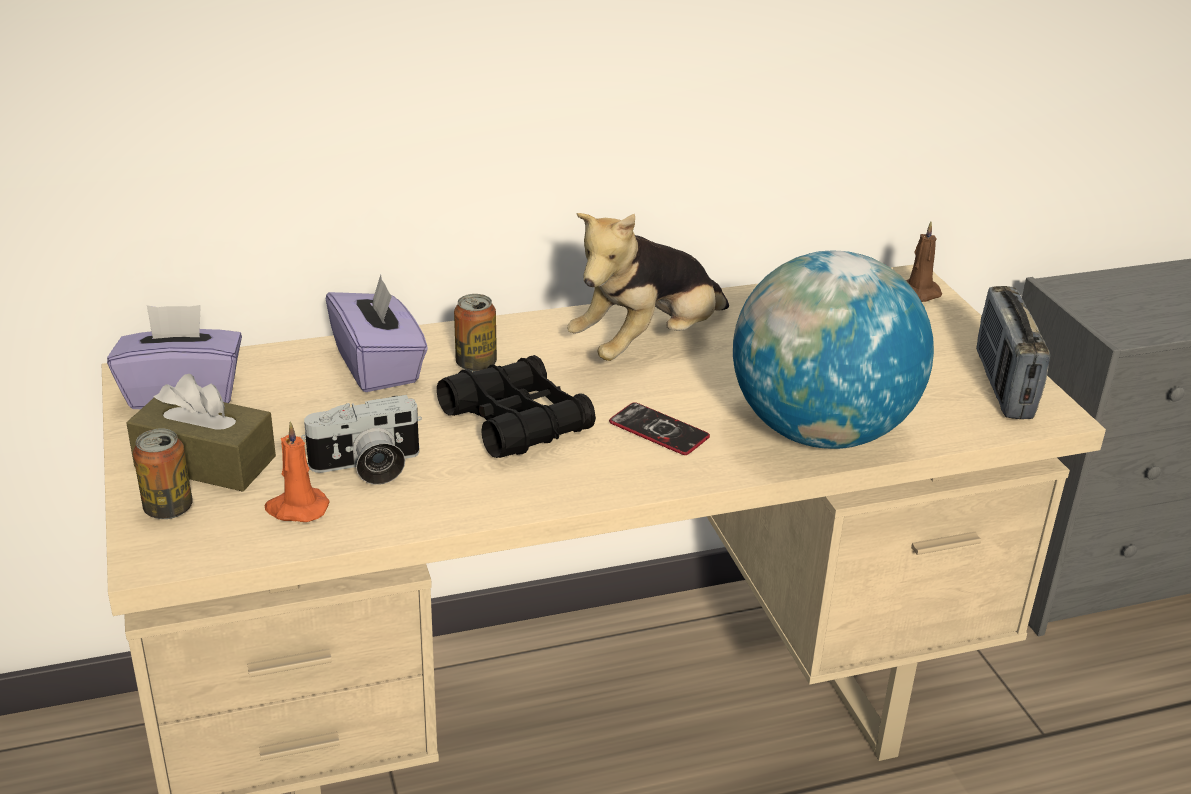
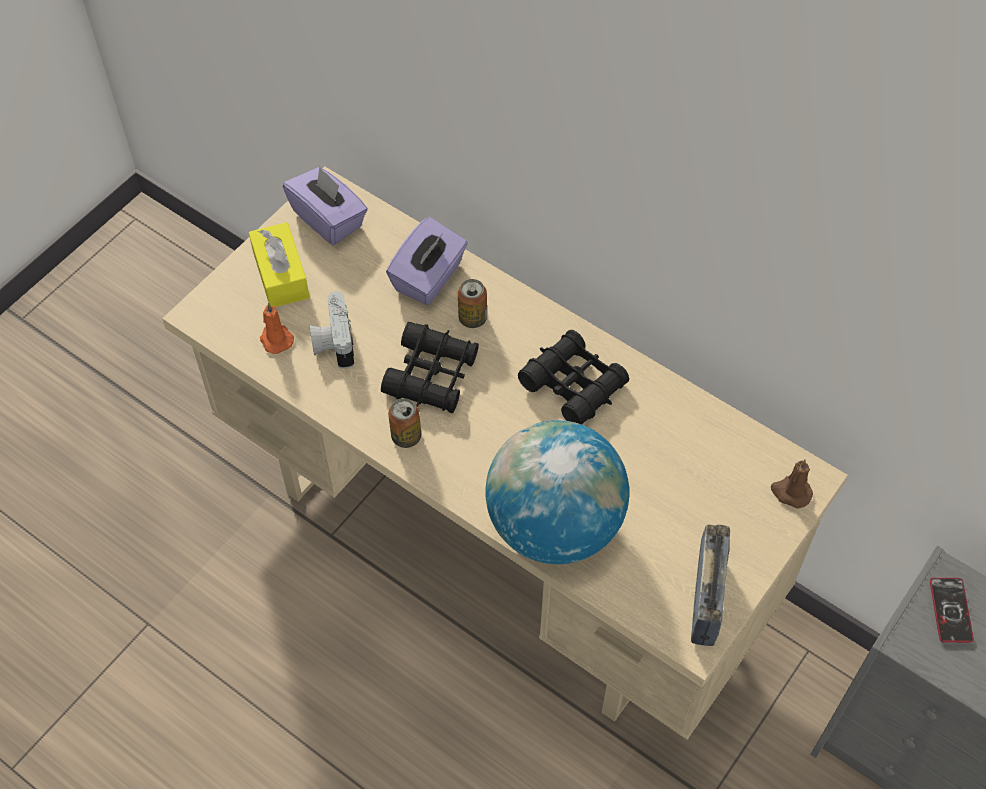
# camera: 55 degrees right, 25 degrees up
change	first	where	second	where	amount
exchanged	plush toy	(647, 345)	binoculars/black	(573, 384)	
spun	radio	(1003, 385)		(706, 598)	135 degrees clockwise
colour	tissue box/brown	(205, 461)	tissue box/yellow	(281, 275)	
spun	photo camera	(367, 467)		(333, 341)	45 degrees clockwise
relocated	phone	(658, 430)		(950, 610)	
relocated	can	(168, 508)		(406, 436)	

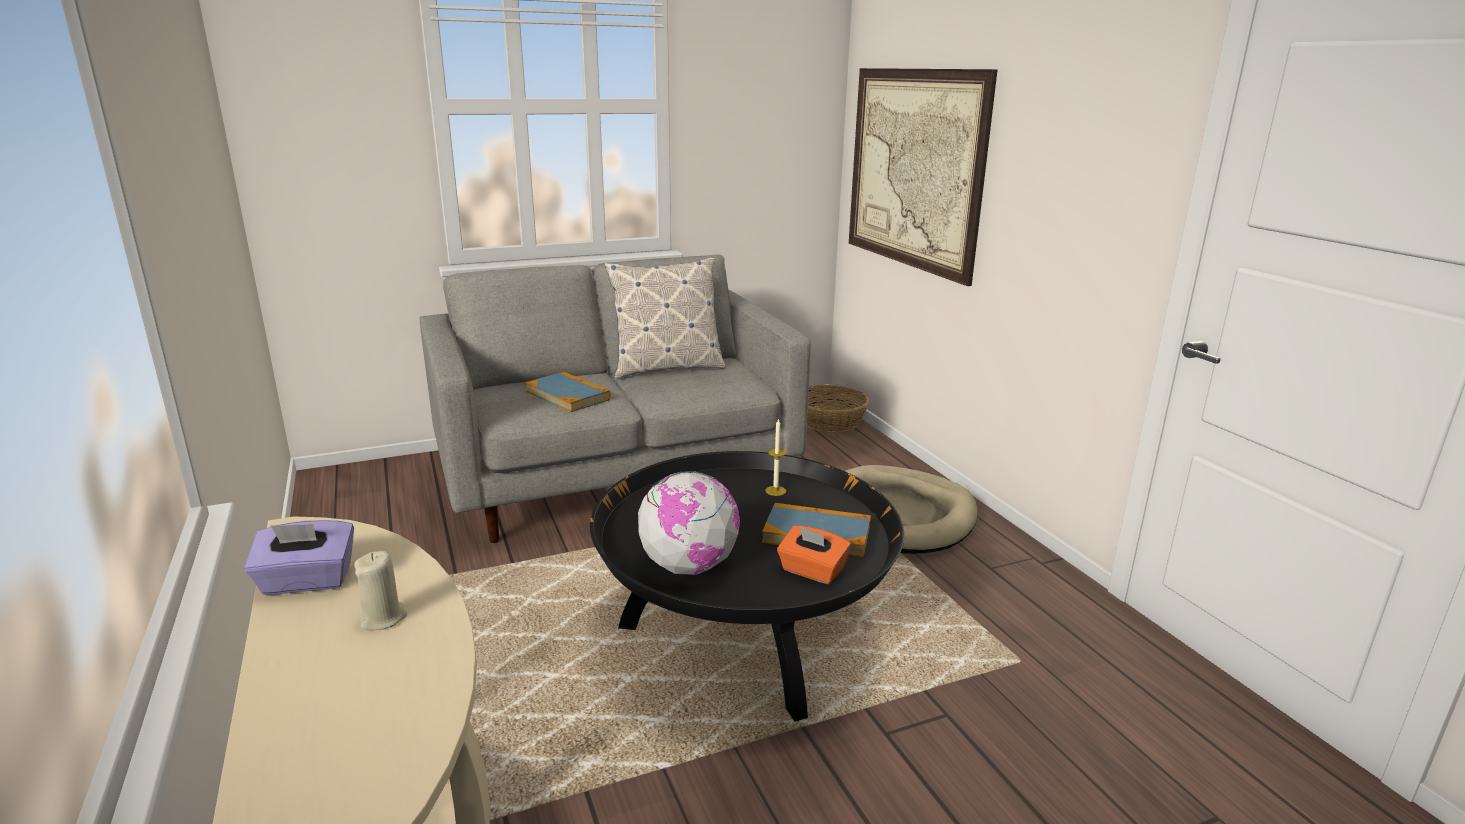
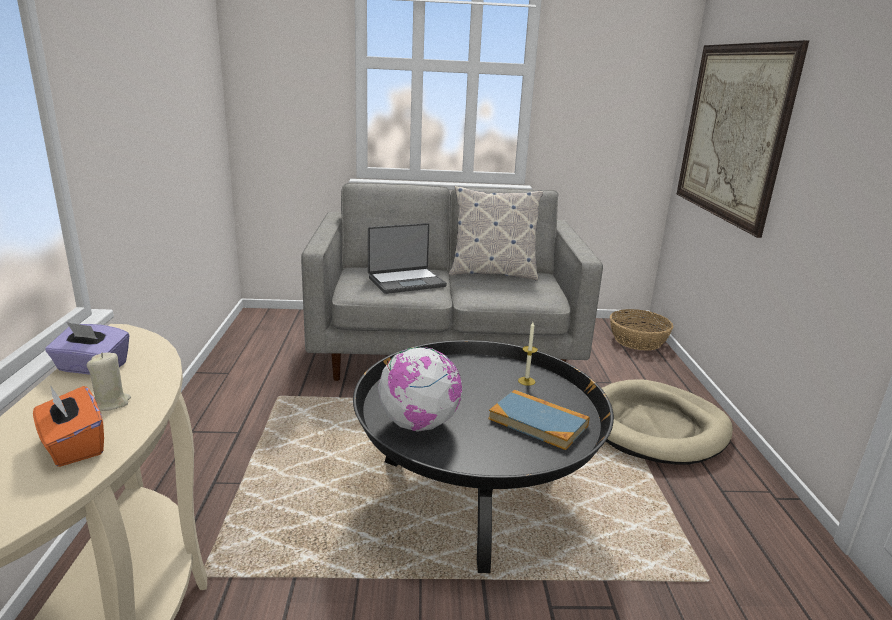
# camera: 20 degrees right, 0 degrees up
change	first	where	second	where	amount
exchanged	book	(568, 395)	laptop	(406, 281)	
relocated	tissue box/orange	(812, 571)		(73, 446)	

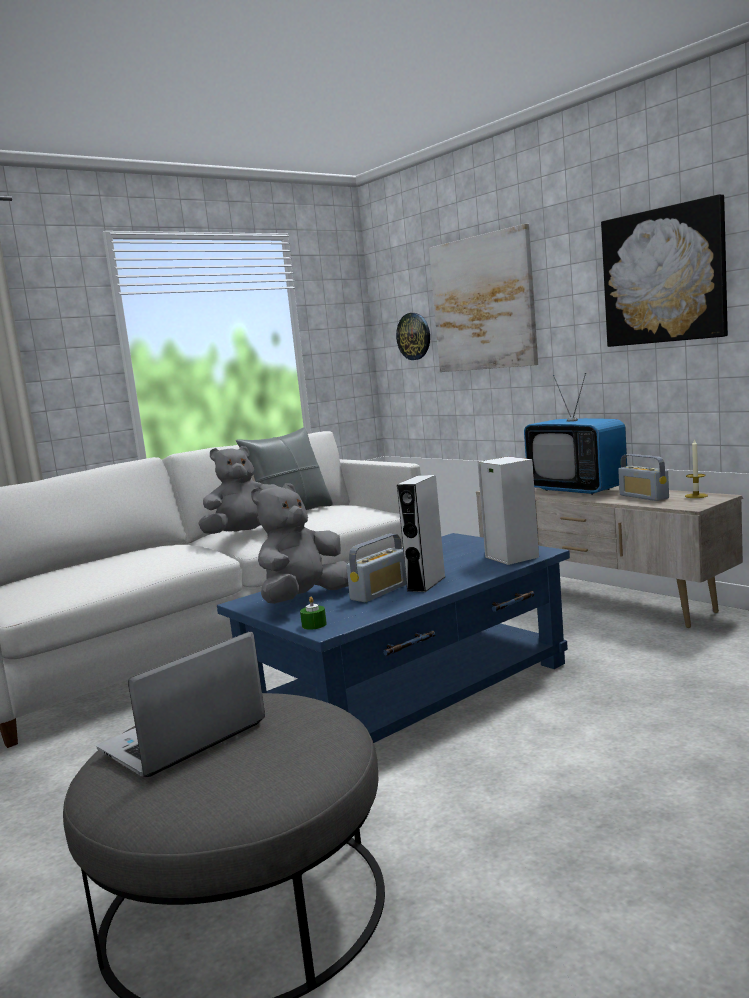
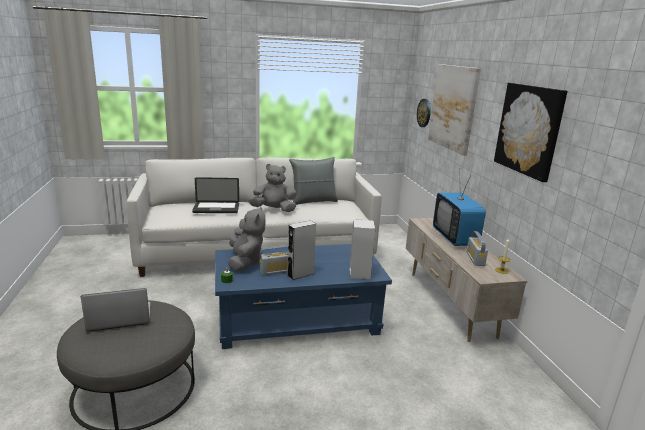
# camera: 25 degrees right, 10 degrees up
change	first	where	second	where	amount
spun	plush toy/grey	(304, 599)		(245, 262)	105 degrees clockwise
appeared			laptop	(216, 208)	

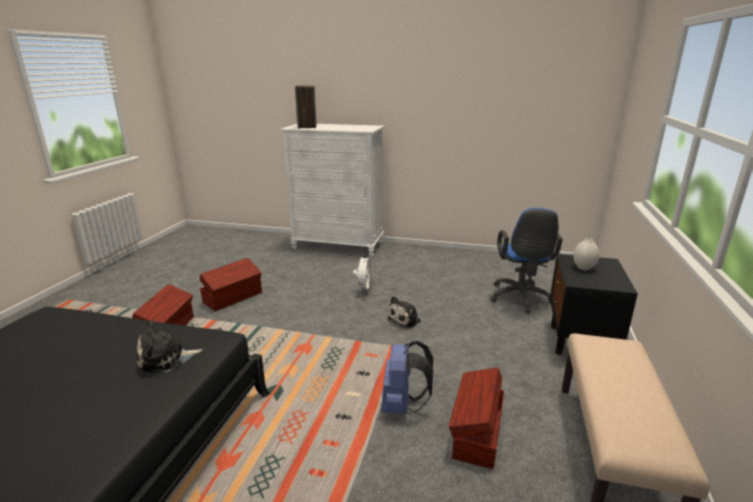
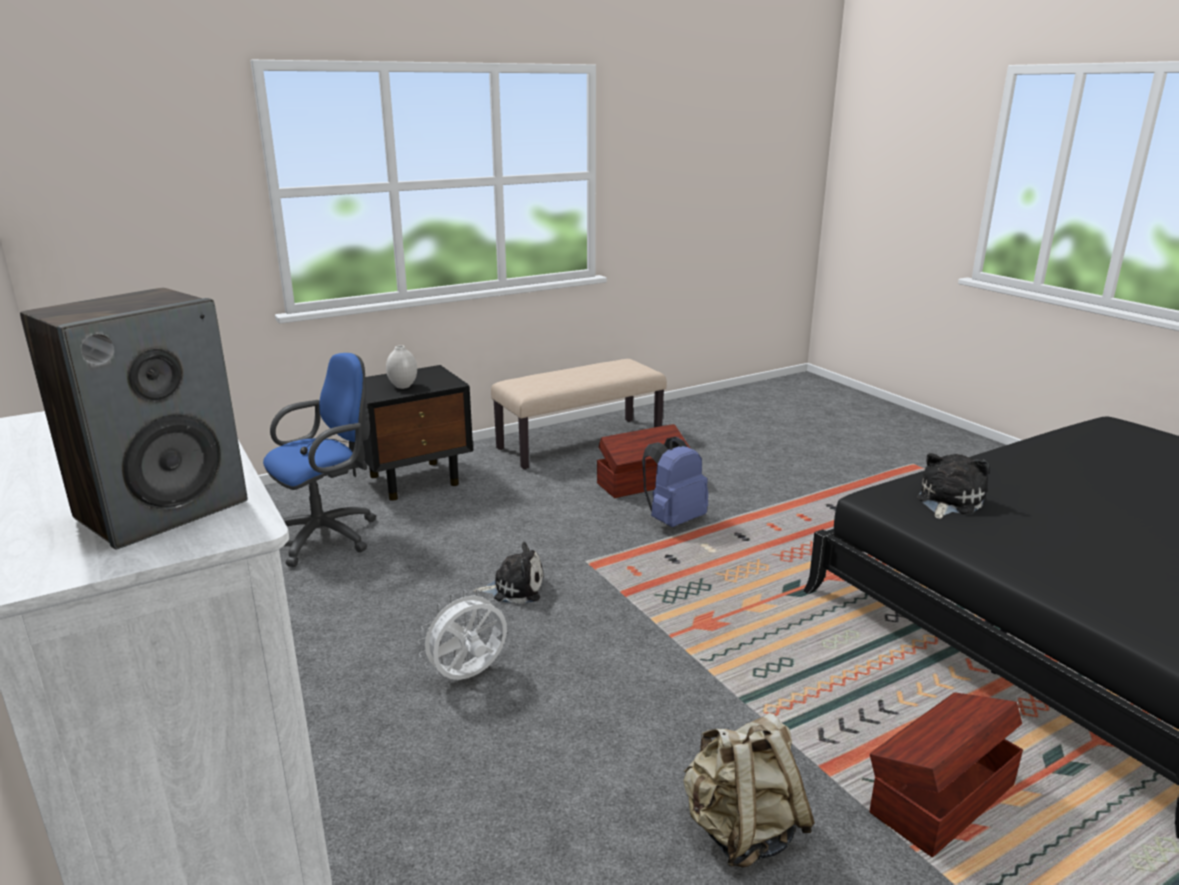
# camera: 135 degrees left, 0 degrees up
change	first	where	second	where	amount
exchanged	storage box/brown	(234, 297)	backpack/beige	(741, 831)	
spun	plush toy	(166, 359)		(947, 501)	75 degrees counterclockwise

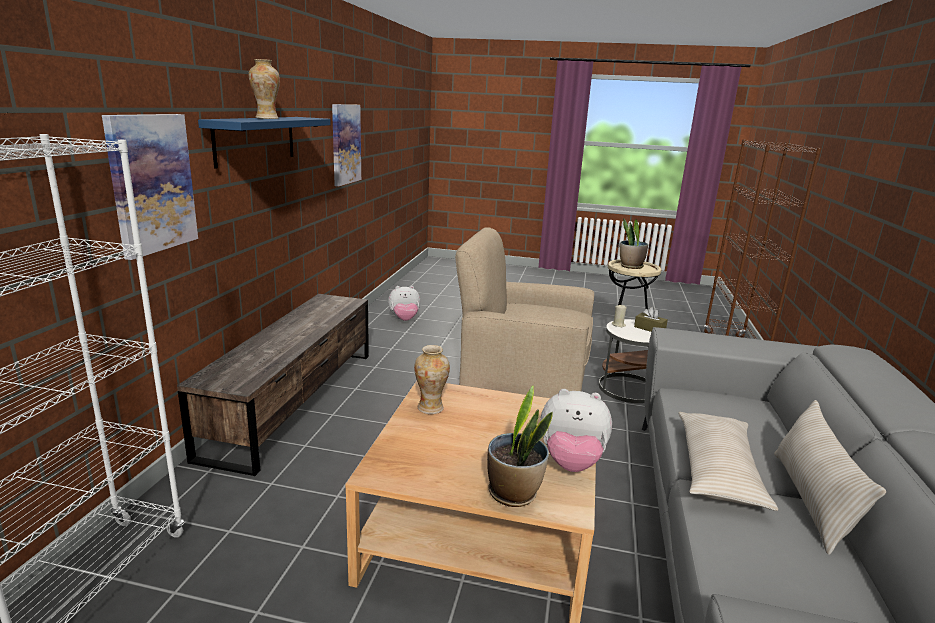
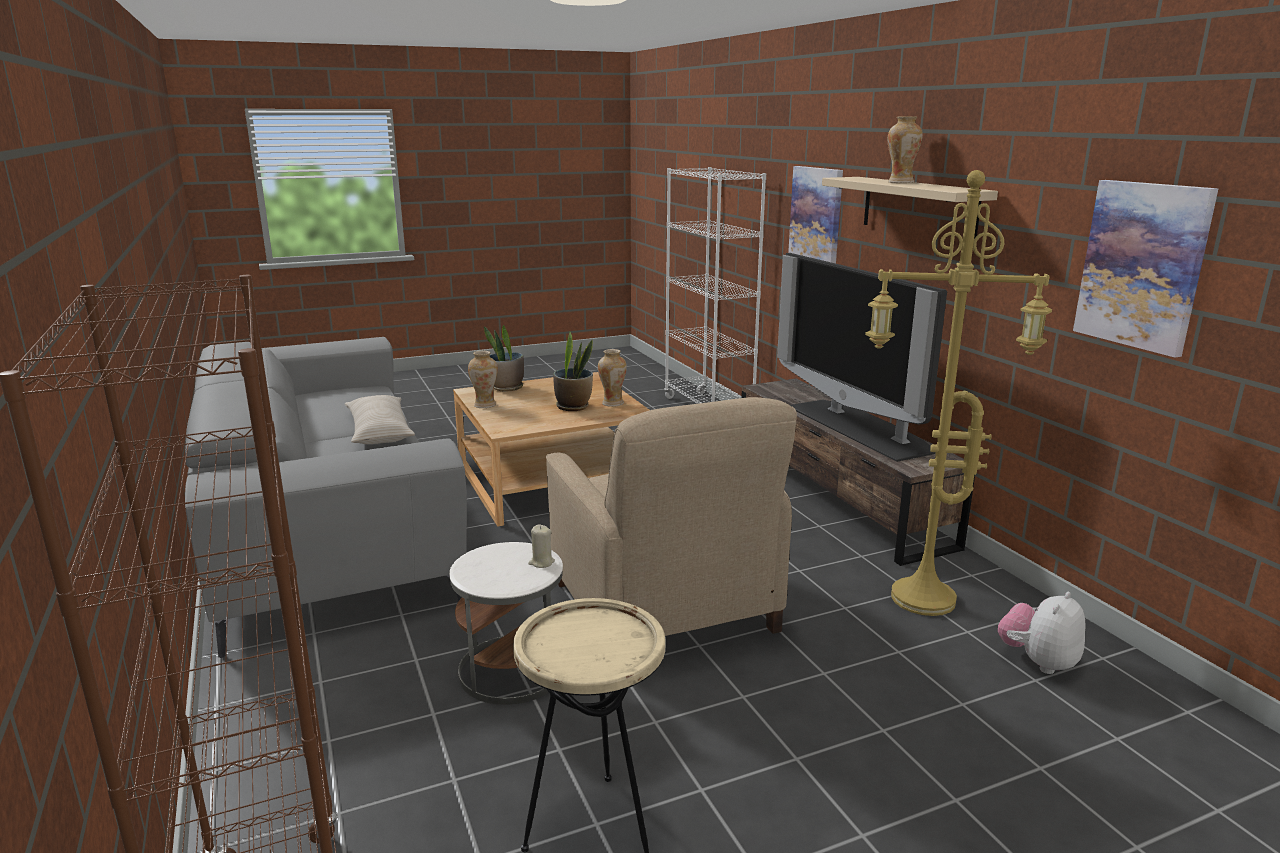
# camera: 145 degrees right, 0 degrees up
change	first	where	second	where	amount
colour	shelf/blue	(255, 140)	shelf/beige	(918, 208)	
relocated	potted plant	(630, 266)		(573, 406)	
spun	armchair/beige	(522, 385)		(664, 607)	90 degrees clockwise
missing	tissue box/brown	(649, 328)			
exchanged	plush toy	(571, 462)	vase	(485, 405)	
missing	pillow/beige	(811, 500)			
appeared			floor lamp/yellow	(920, 601)	
appeared			television	(859, 428)	

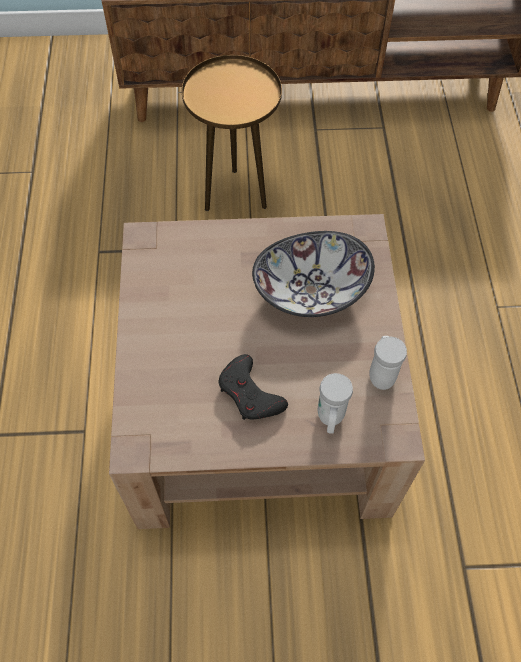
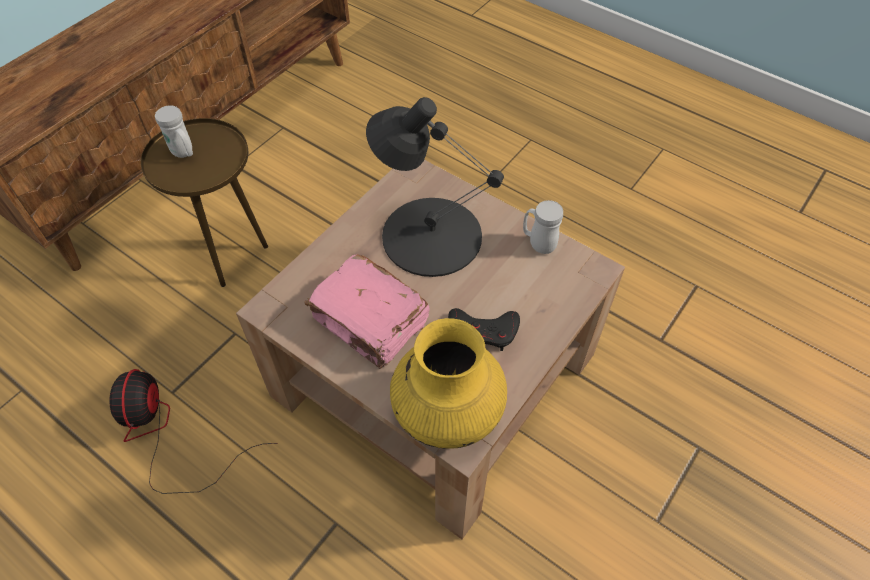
# camera: 50 degrees left, 5 degrees down
change	first	where	second	where	amount
exchanged	bowl	(310, 289)	table lamp/black	(430, 235)	
relocated	mug/white	(330, 419)		(184, 153)	
appeared			book/pink	(370, 322)	
appeared			vase/yellow	(448, 414)	
appeared			fan	(167, 435)	

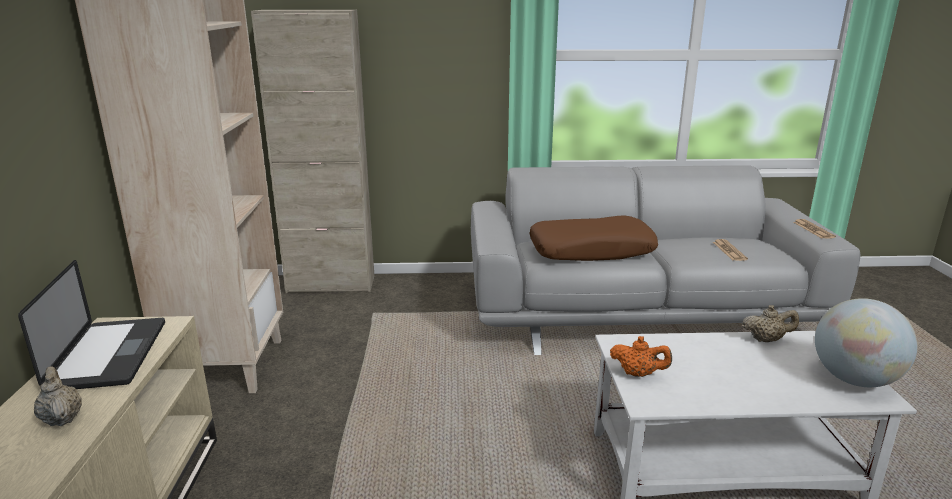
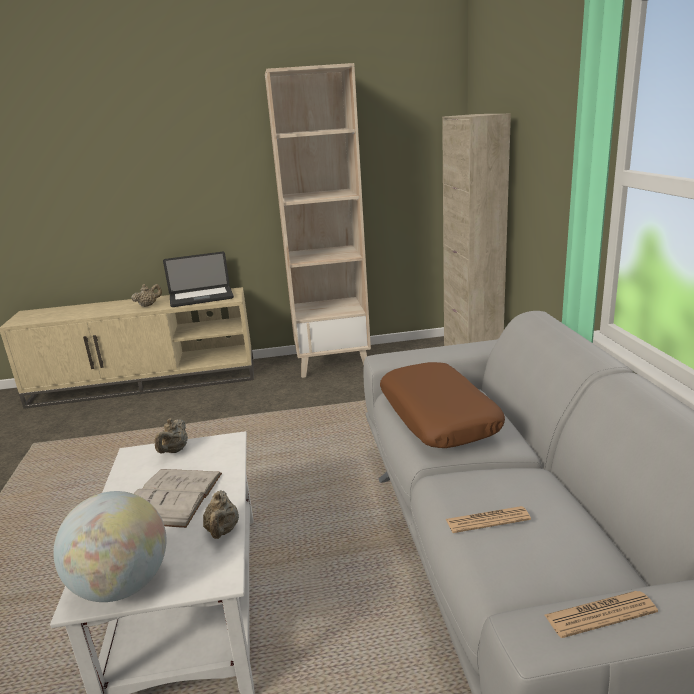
# camera: 85 degrees right, 0 degrees up
change	first	where	second	where	amount
colour	teapot/orange	(638, 374)	teapot/beige	(174, 451)	
appeared			book/white	(173, 497)	

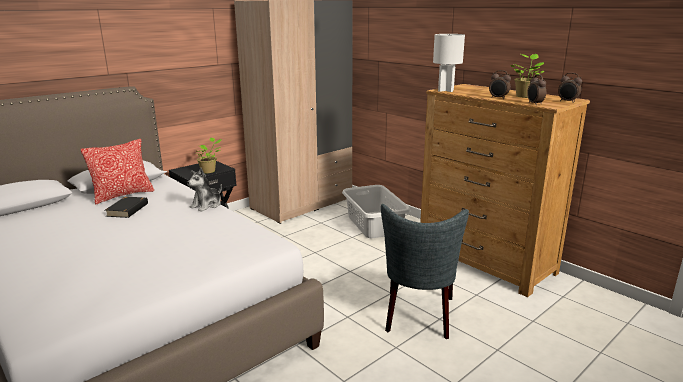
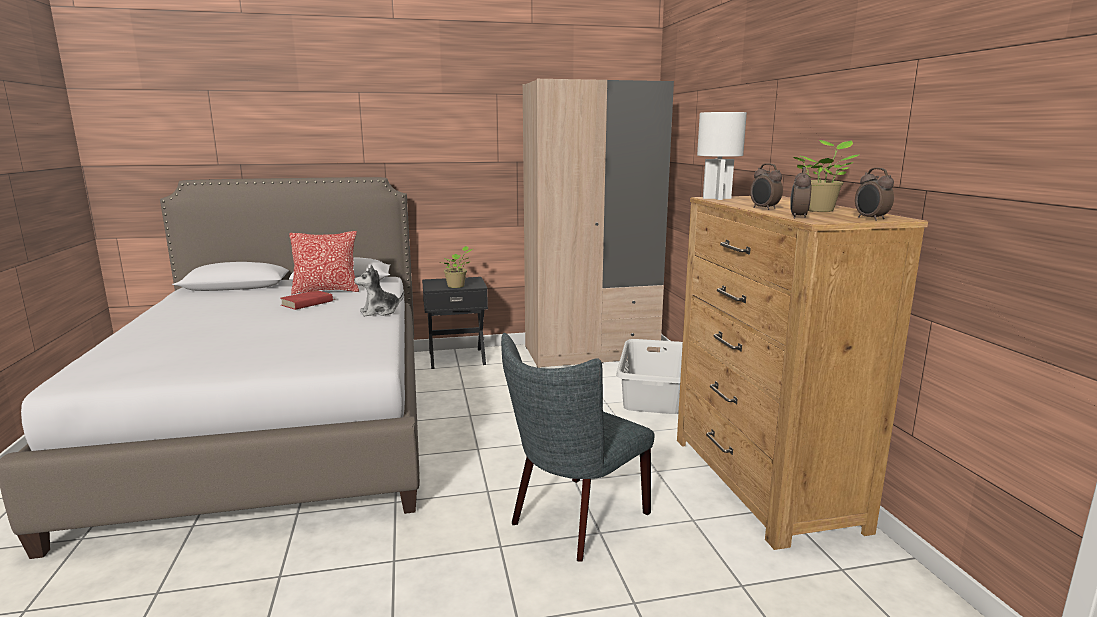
# camera: 30 degrees right, 5 degrees down
change	first	where	second	where	amount
colour	book/black	(128, 210)	book/red	(307, 303)	

